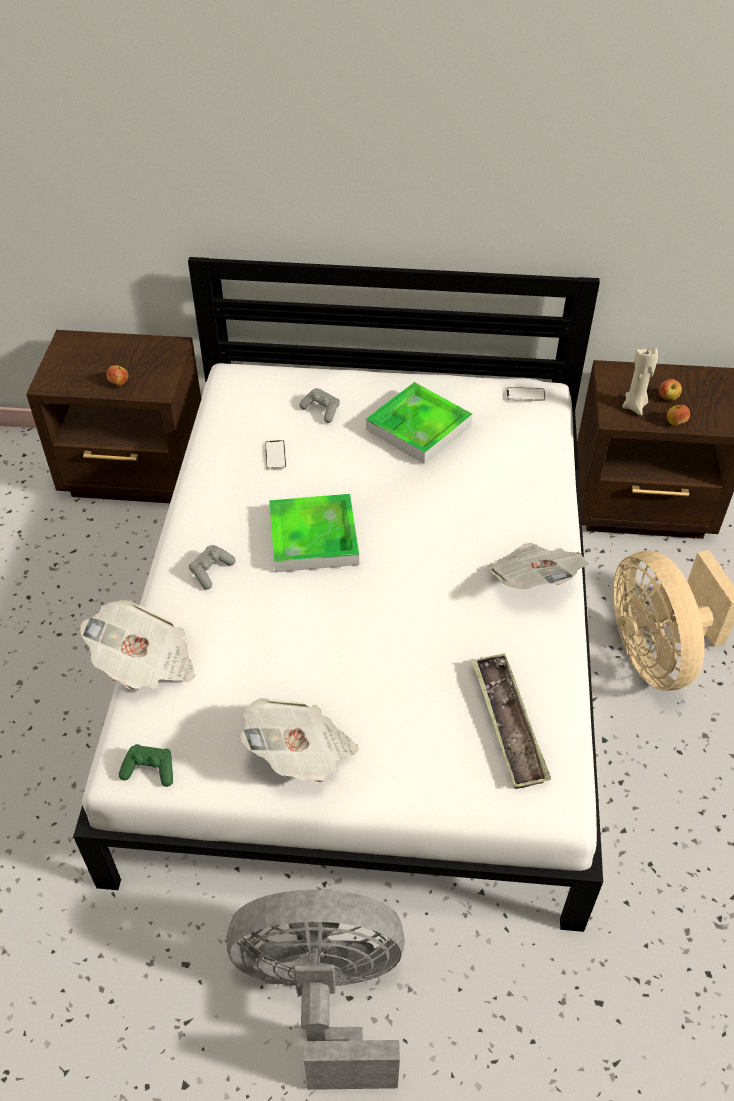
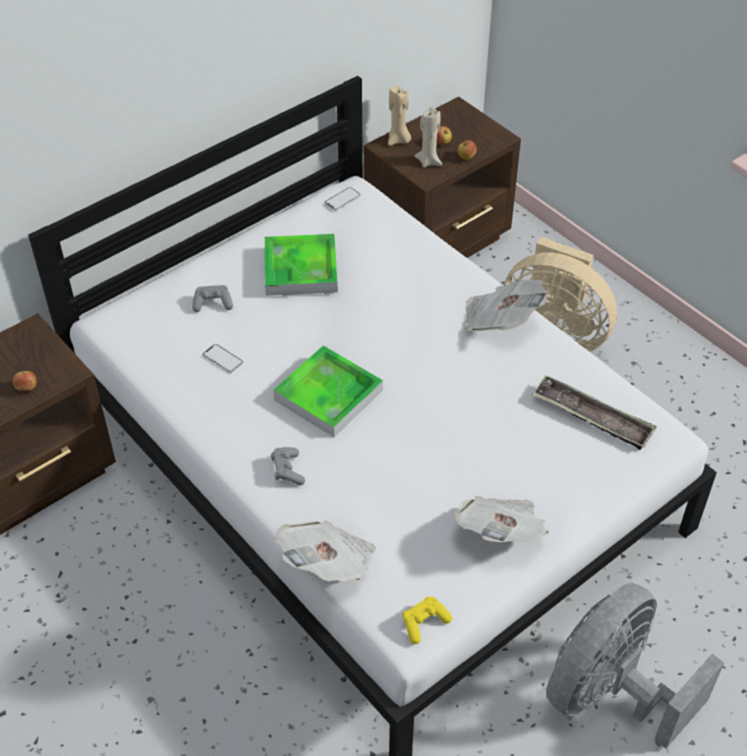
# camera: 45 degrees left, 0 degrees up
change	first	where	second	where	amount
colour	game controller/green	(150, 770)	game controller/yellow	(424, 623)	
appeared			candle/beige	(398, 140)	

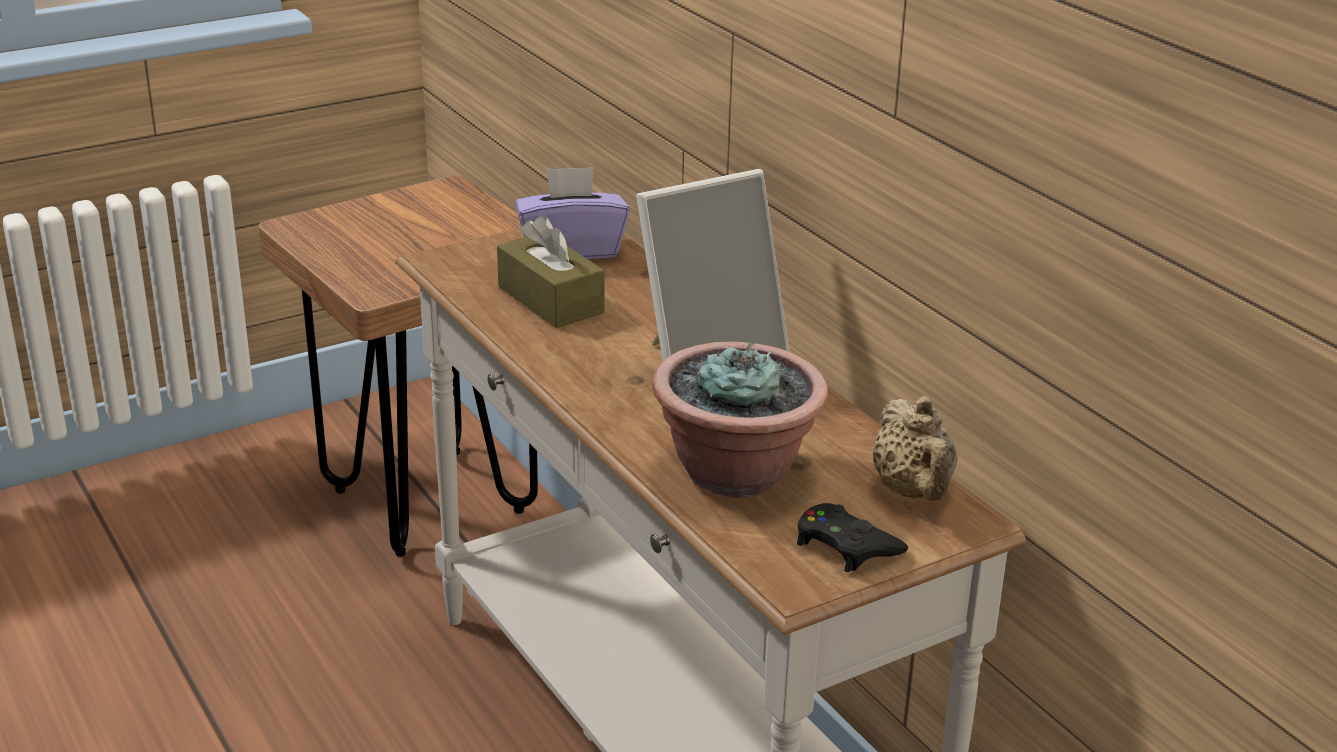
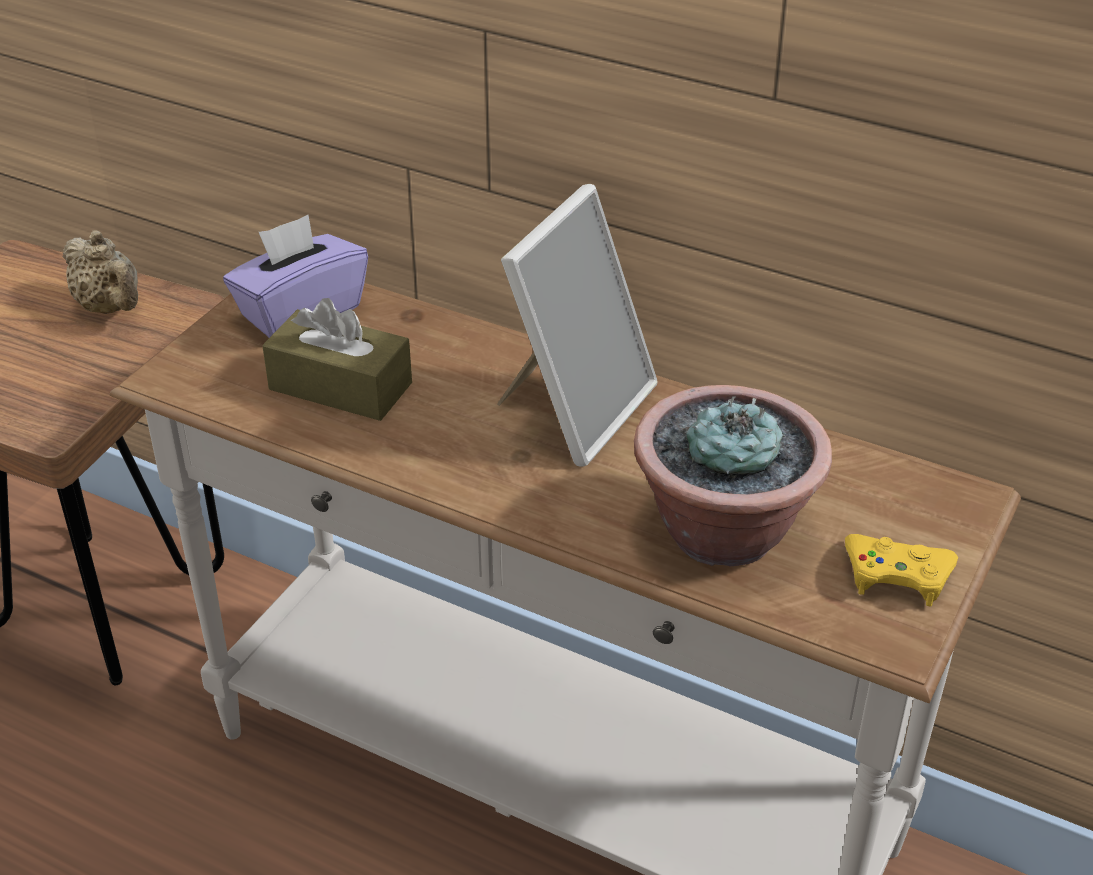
# camera: 30 degrees left, 10 degrees up
change	first	where	second	where	amount
relocated	teapot/beige	(913, 492)		(111, 308)	
colour	game controller/black	(845, 546)	game controller/yellow	(897, 575)	

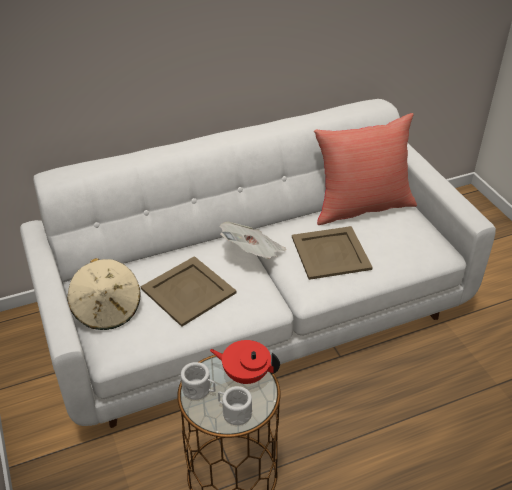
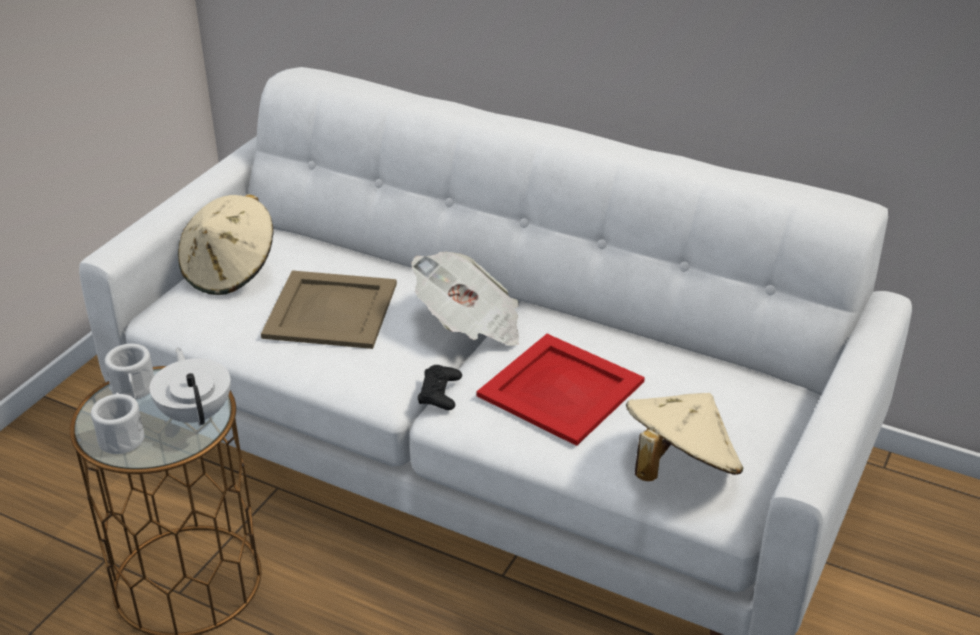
# camera: 50 degrees right, 5 degrees down
change	first	where	second	where	amount
missing	pillow/red	(361, 206)			
colour	tray/beige	(331, 252)	tray/red	(562, 389)	
colour	teapot/red	(245, 374)	teapot/white	(196, 413)	
appeared			game controller/black	(440, 392)	
appeared			hat/beige	(679, 467)	

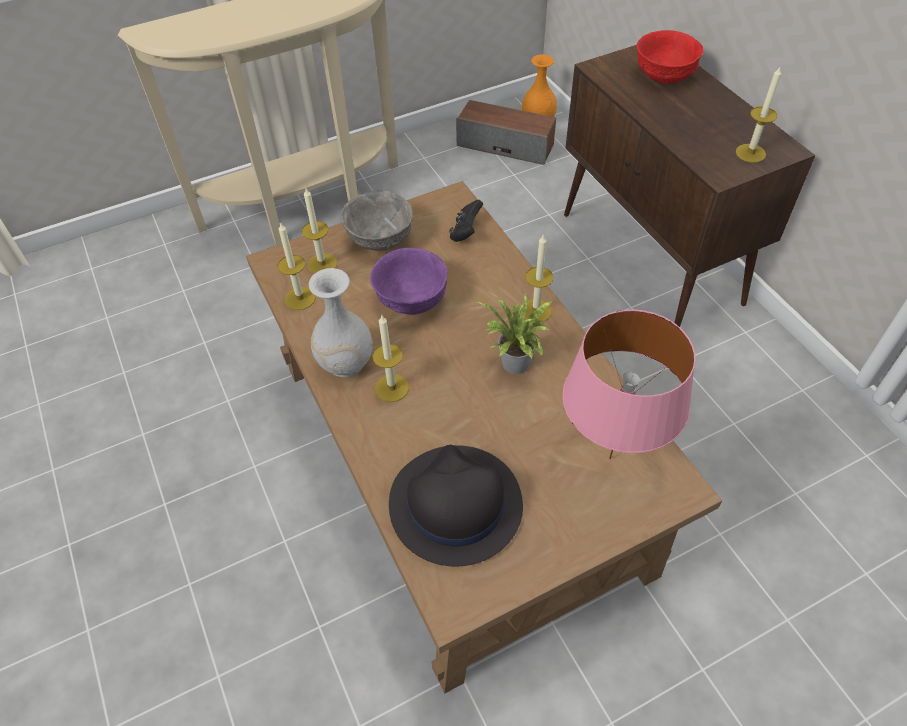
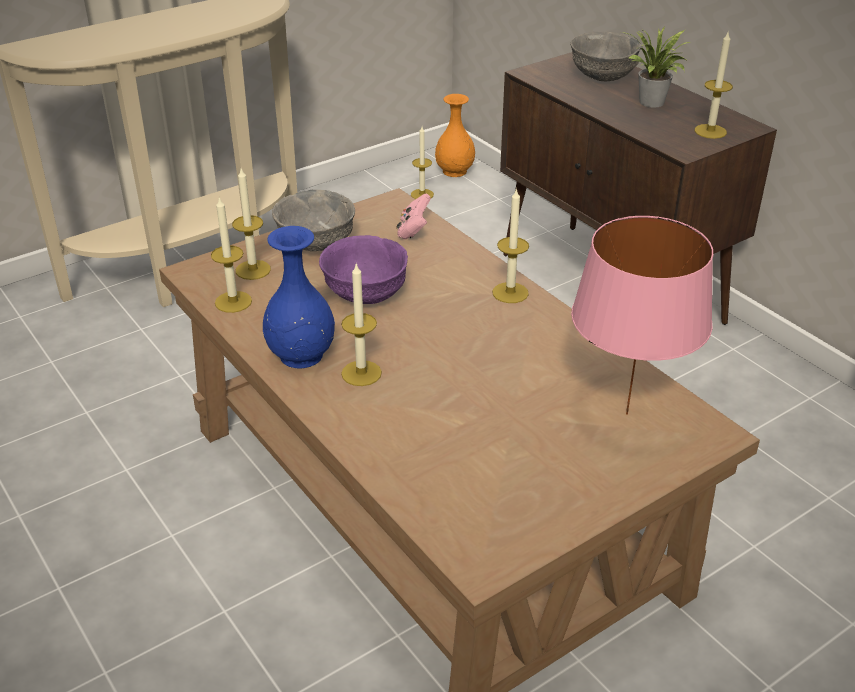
# camera: 10 degrees left, 15 degrees down
change	first	where	second	where	amount
colour	bowl/red	(665, 75)	bowl/grey	(603, 75)	
exchanged	speaker	(505, 145)	candle	(422, 194)	
colour	game controller/black	(465, 232)	game controller/pink	(413, 231)	
colour	vase/white	(345, 362)	vase/blue	(300, 355)	
relocated	potted plant	(515, 366)		(652, 103)	
missing	hat/black	(454, 505)			

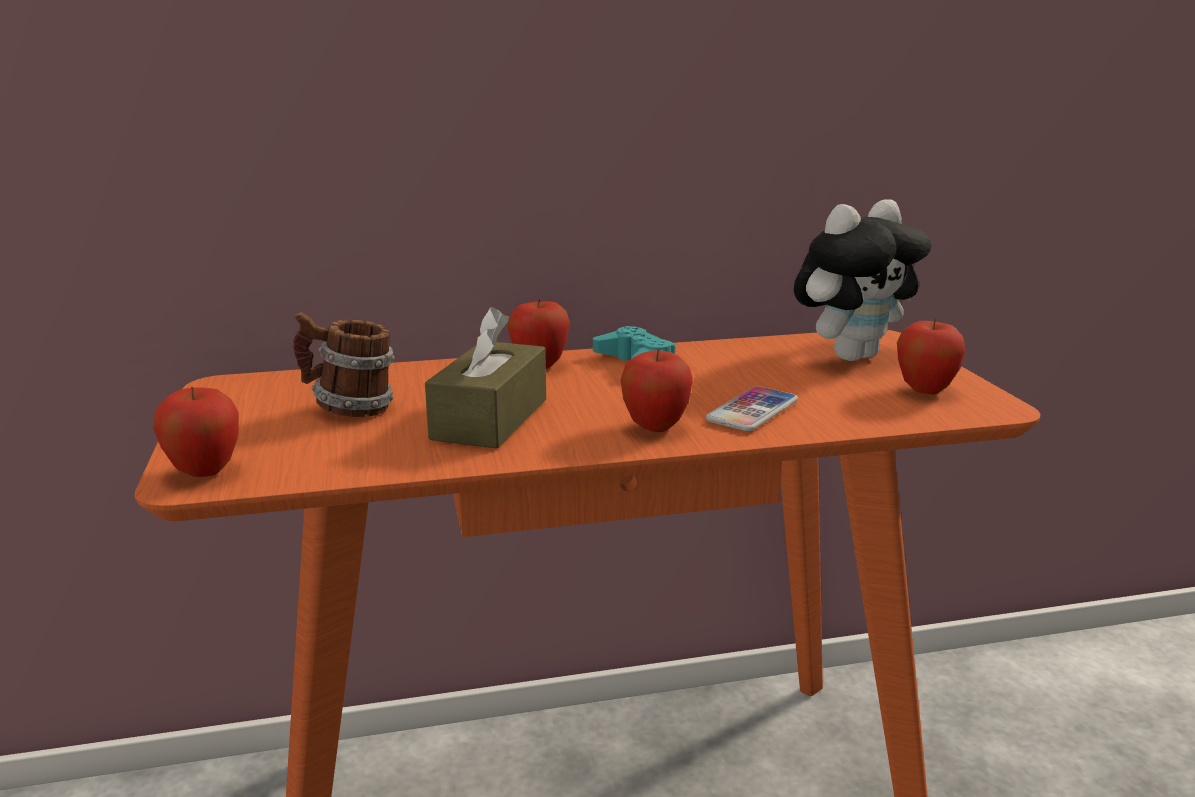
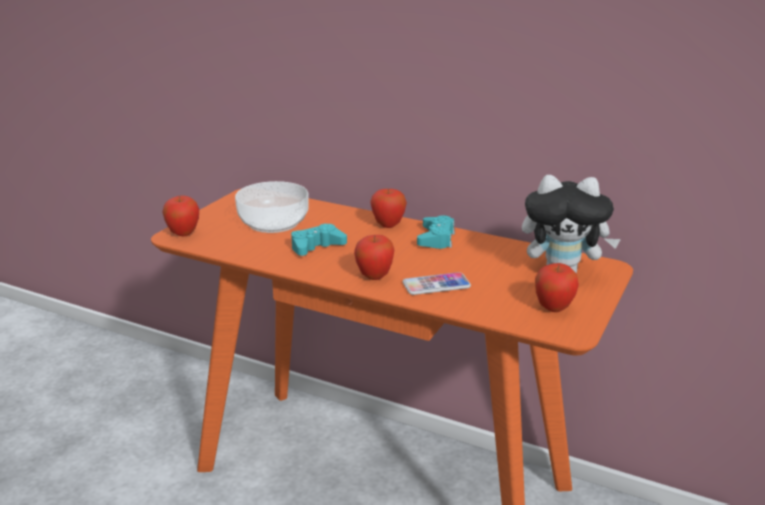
# camera: 40 degrees right, 5 degrees up
change	first	where	second	where	amount
exchanged	tissue box/brown	(490, 419)	game controller/turquoise	(316, 246)	
exchanged	mug	(350, 409)	bowl	(273, 222)	

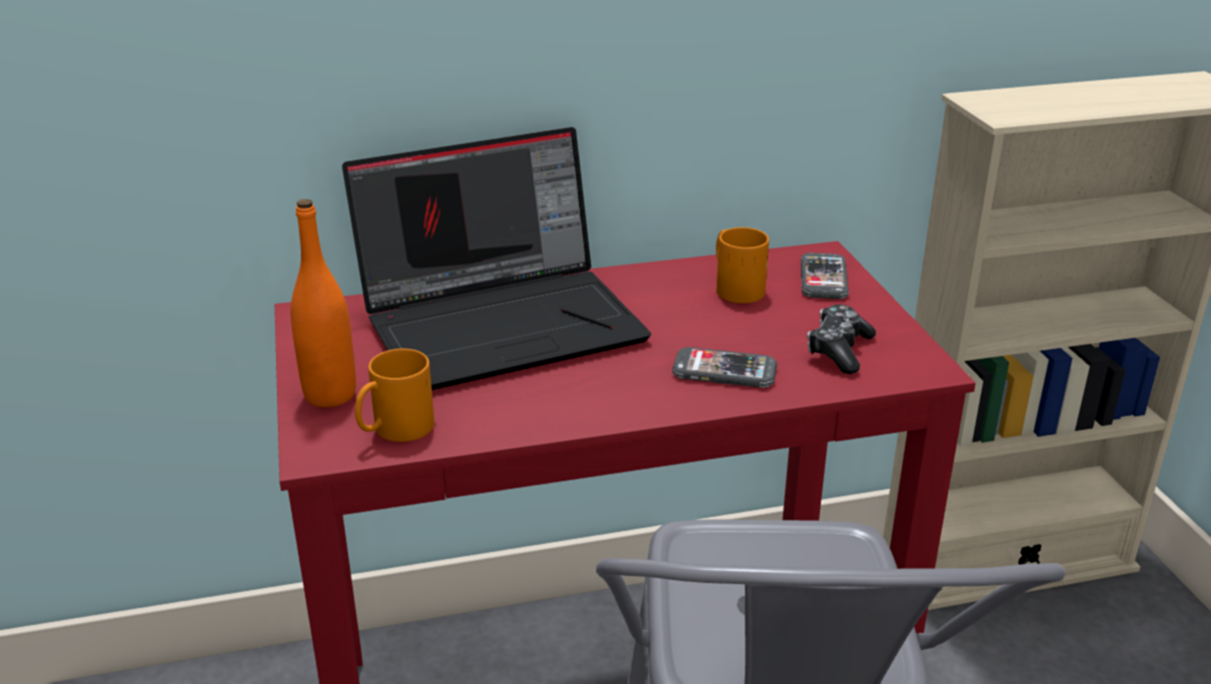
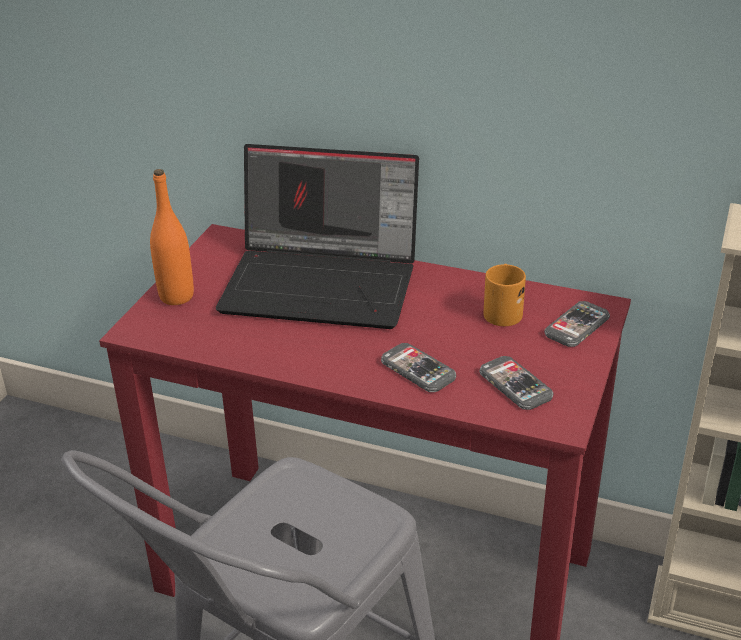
# camera: 35 degrees right, 5 degrees up
change	first	where	second	where	amount
exchanged	game controller	(839, 350)	phone	(515, 385)	
missing	mug/orange	(395, 431)			

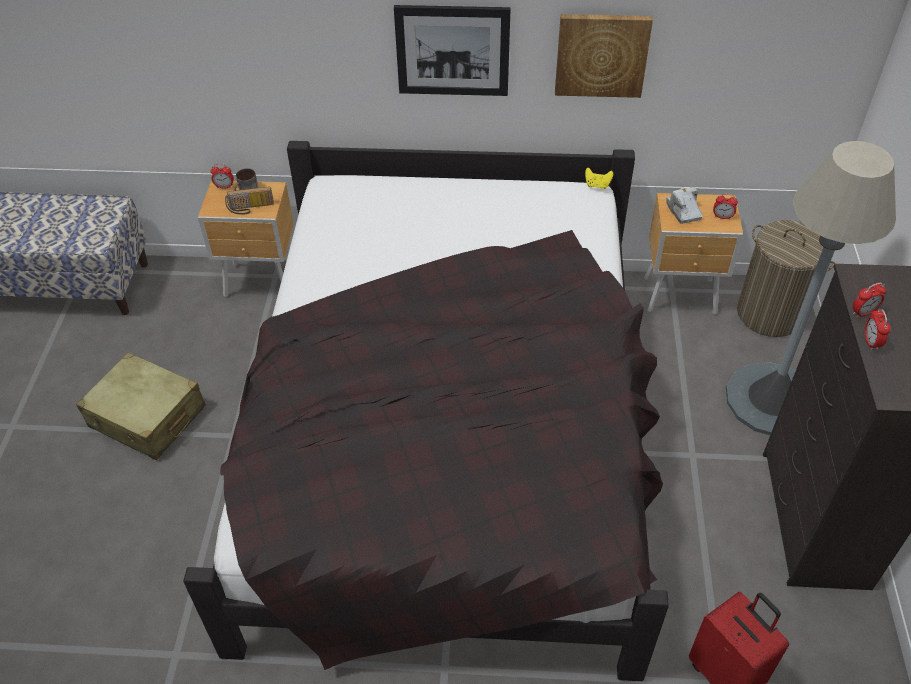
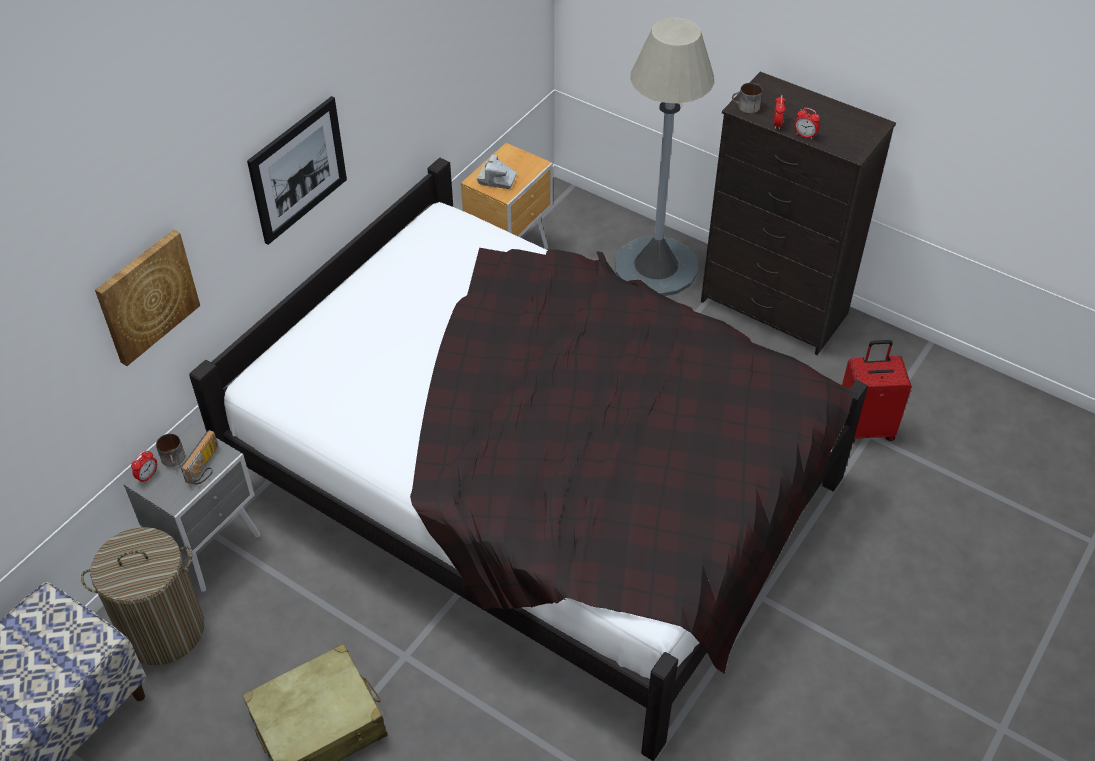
# camera: 60 degrees left, 0 degrees up
change	first	where	second	where	amount
relocated	picture	(601, 54)		(146, 296)	
missing	game controller/yellow	(597, 185)			
colour	nightstand/brown	(263, 282)	nightstand/grey	(213, 549)	
missing	alarm clock	(722, 217)			
relocated	laundry basket	(770, 314)		(163, 629)	
appeared			mug	(745, 107)	

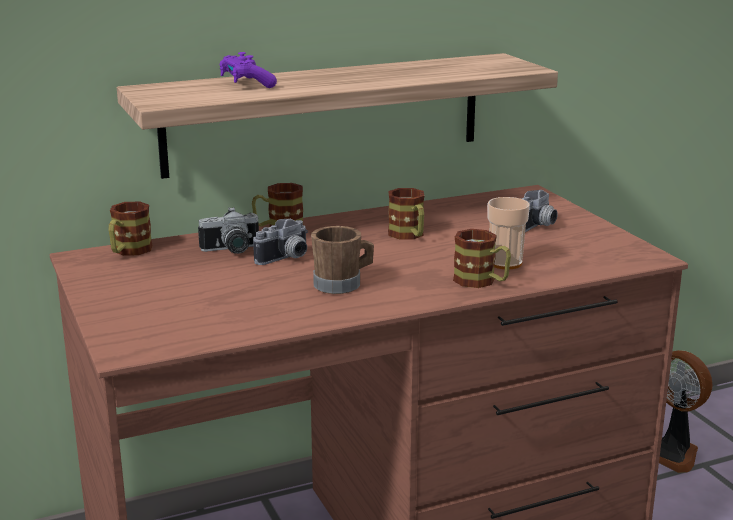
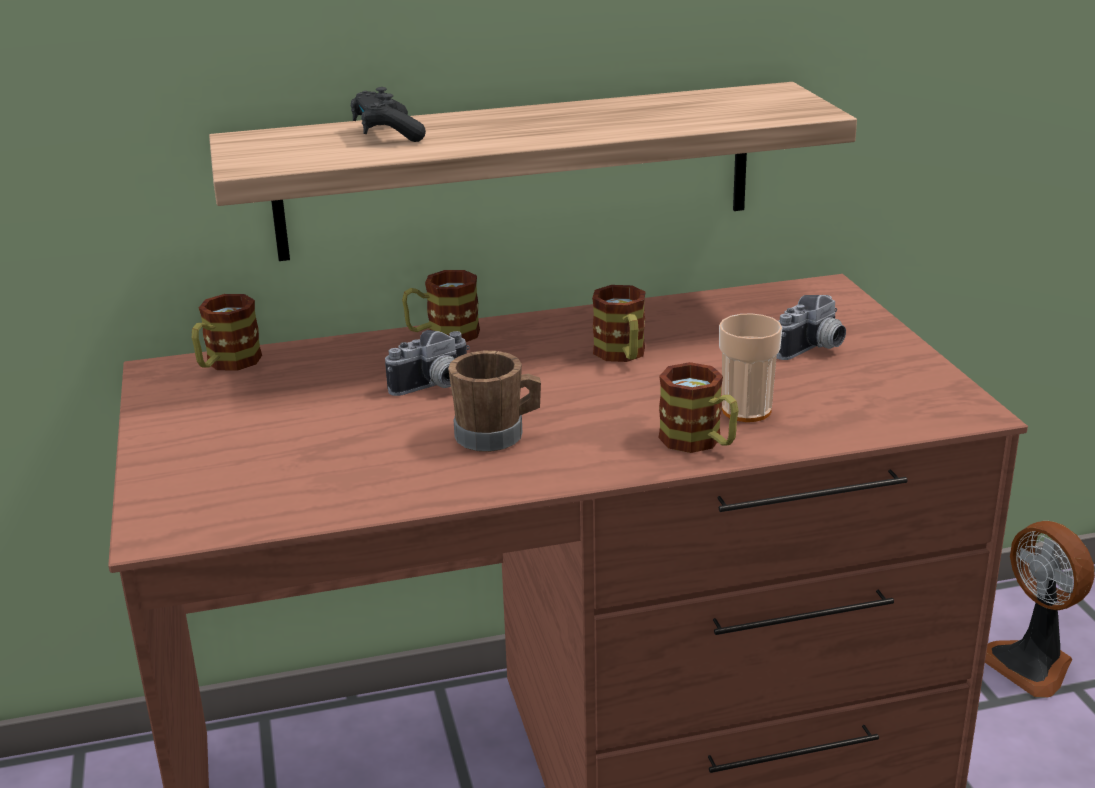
# camera: 10 degrees right, 5 degrees up
change	first	where	second	where	amount
colour	game controller/purple	(246, 84)	game controller/black	(387, 134)	
missing	photo camera	(231, 250)			

